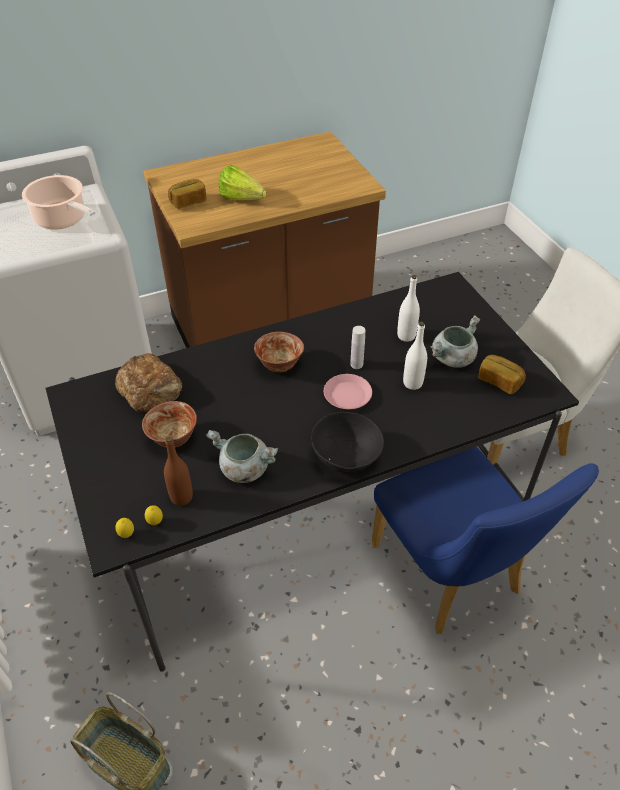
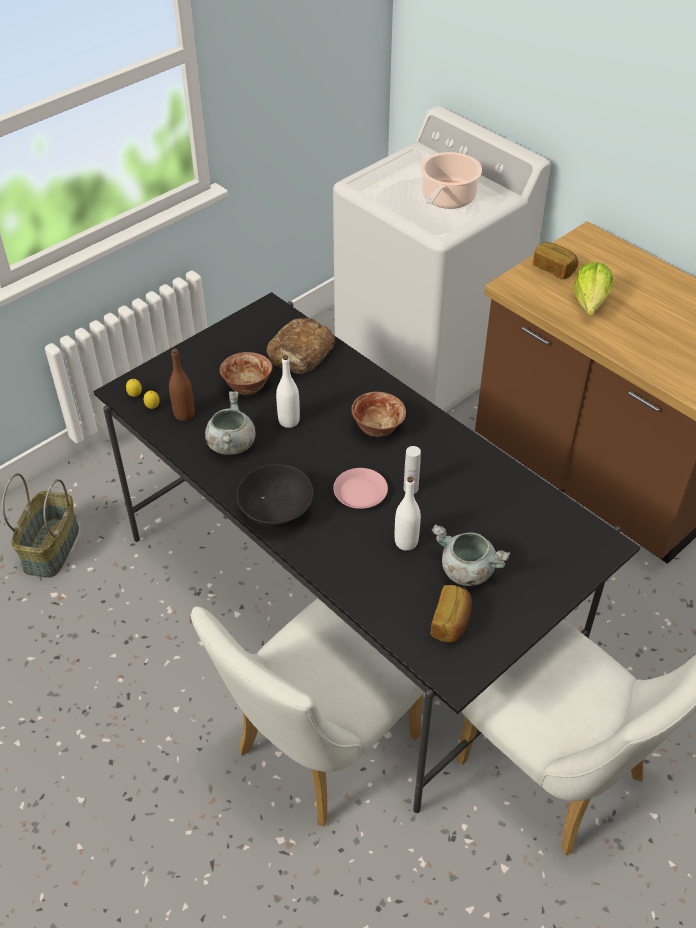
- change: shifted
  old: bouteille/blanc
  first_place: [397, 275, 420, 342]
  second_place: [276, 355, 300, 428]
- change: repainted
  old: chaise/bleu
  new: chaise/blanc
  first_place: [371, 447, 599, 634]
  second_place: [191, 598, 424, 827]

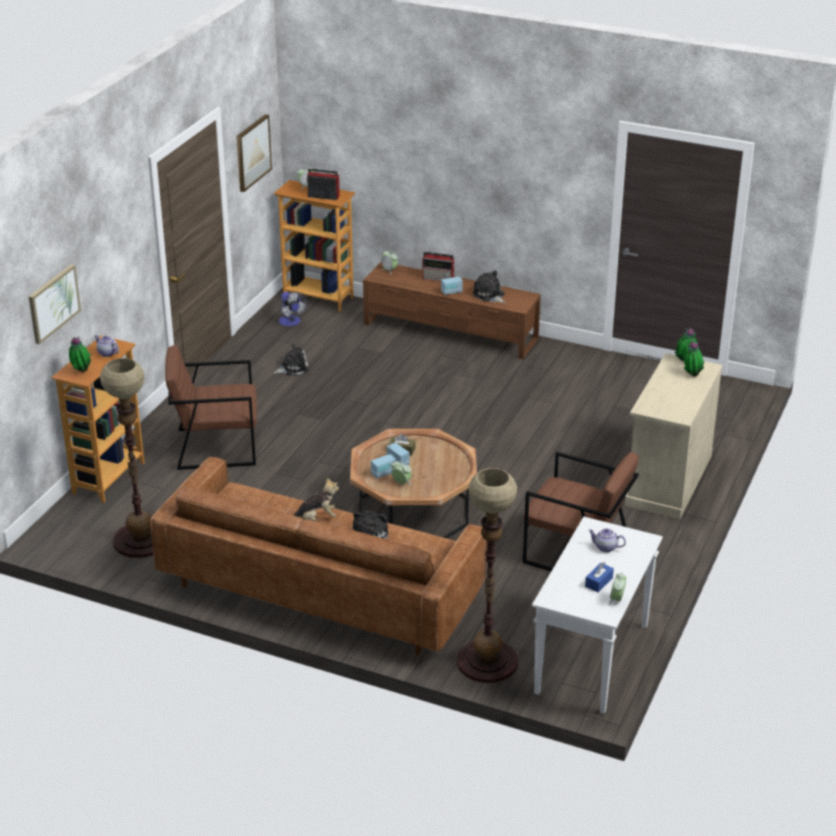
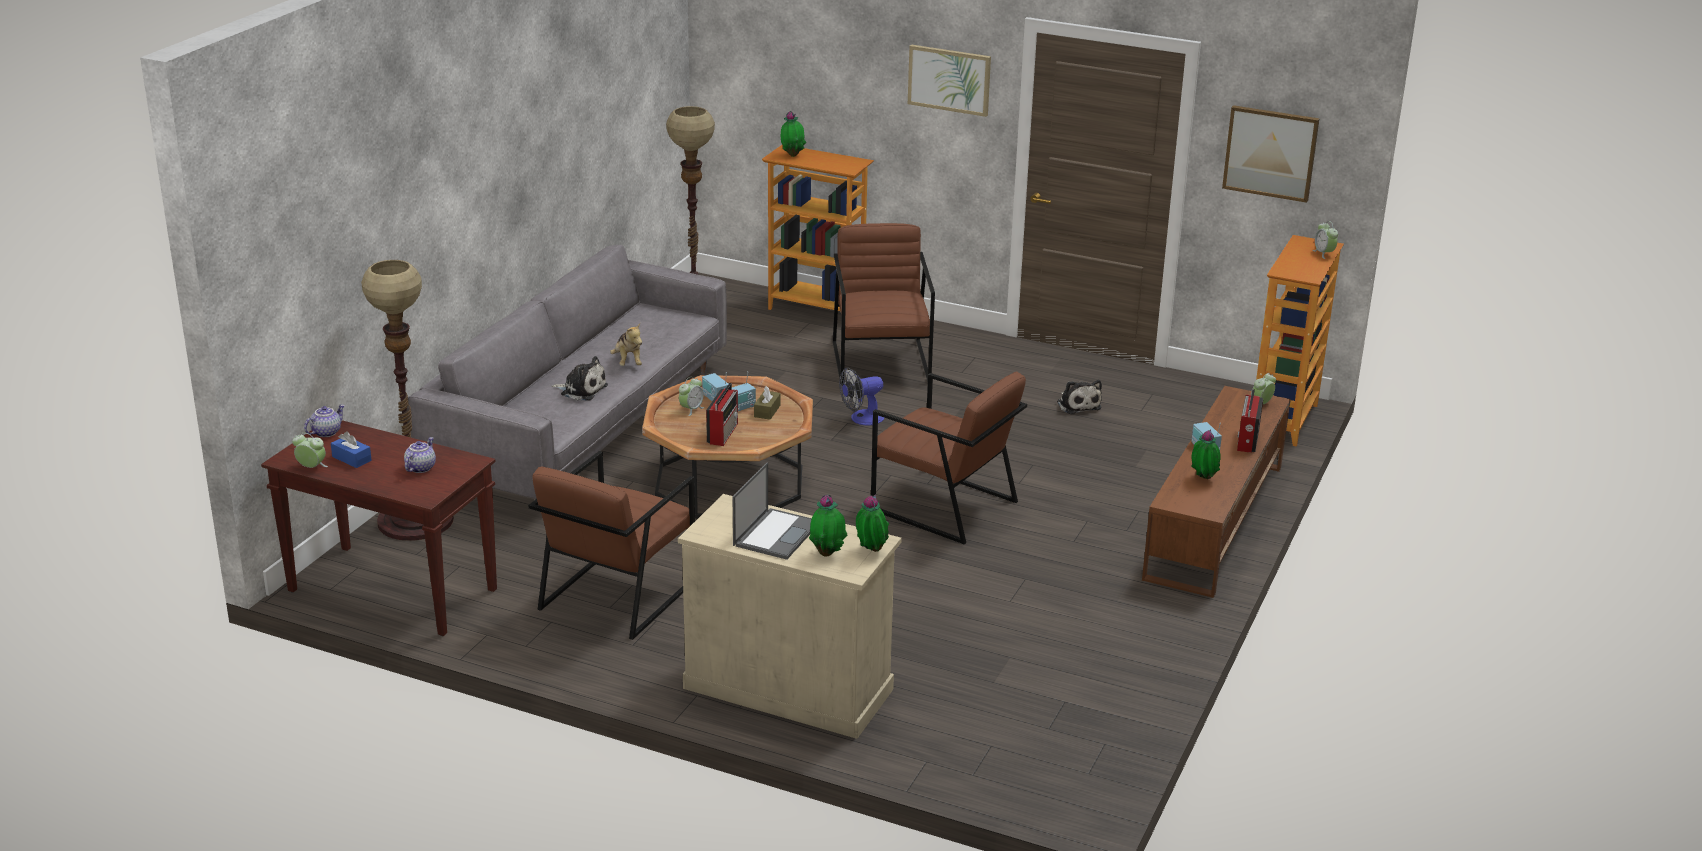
- change: shifted
  old: radio
  first_place: [306, 169, 340, 200]
  second_place: [706, 383, 738, 446]
- change: shifted
  old: tableau
  first_place: [29, 264, 81, 344]
  second_place: [908, 44, 991, 117]
- change: swapped
  old: peluche
  new: plante en pot
  first_place: [472, 270, 505, 303]
  second_place: [1191, 429, 1221, 479]
- change: shifted
  old: ventilateur
  first_place: [279, 292, 308, 326]
  second_place: [839, 368, 884, 425]
- change: shifted
  old: théière
  first_place: [94, 335, 119, 357]
  second_place: [304, 405, 345, 437]
- change: repainted
  old: canapé/marron
  new: canapé/gris
  first_place: [150, 457, 487, 656]
  second_place: [408, 245, 727, 499]
- change: repainted
  old: table console/blanc
  new: table console/marron
  first_place: [532, 517, 663, 714]
  second_place: [261, 420, 497, 636]
- change: new
  new: fauteuil/marron
  second_place: [871, 372, 1027, 545]
- change: new
  new: ordinateur portable
  second_place: [733, 462, 812, 560]

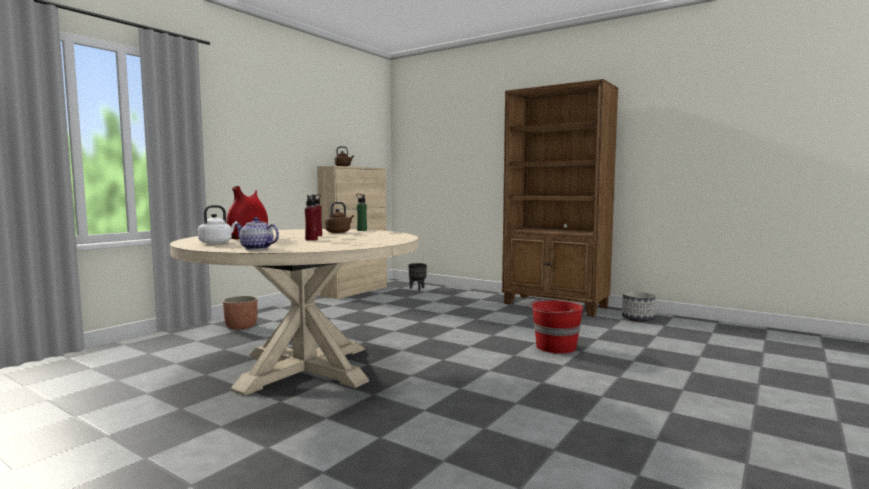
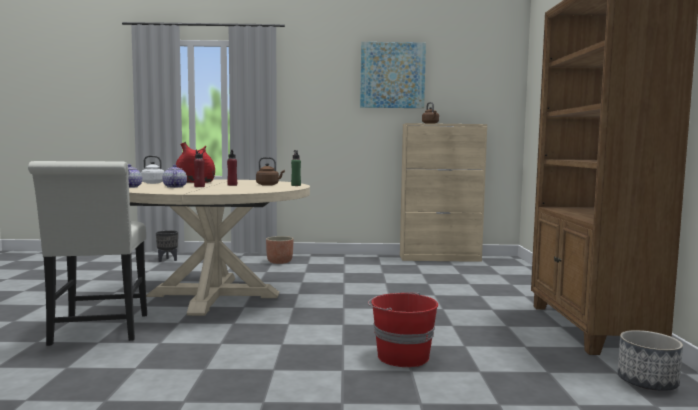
- change: shifted
  old: cache-pot/noir
  first_place: [408, 263, 427, 290]
  second_place: [156, 230, 178, 262]
- change: new
  new: tableau
  second_place: [360, 42, 426, 108]
- change: new
  new: chaise/blanc
  second_place: [28, 161, 147, 346]
- change: new
  new: théière
  second_place: [163, 164, 187, 188]

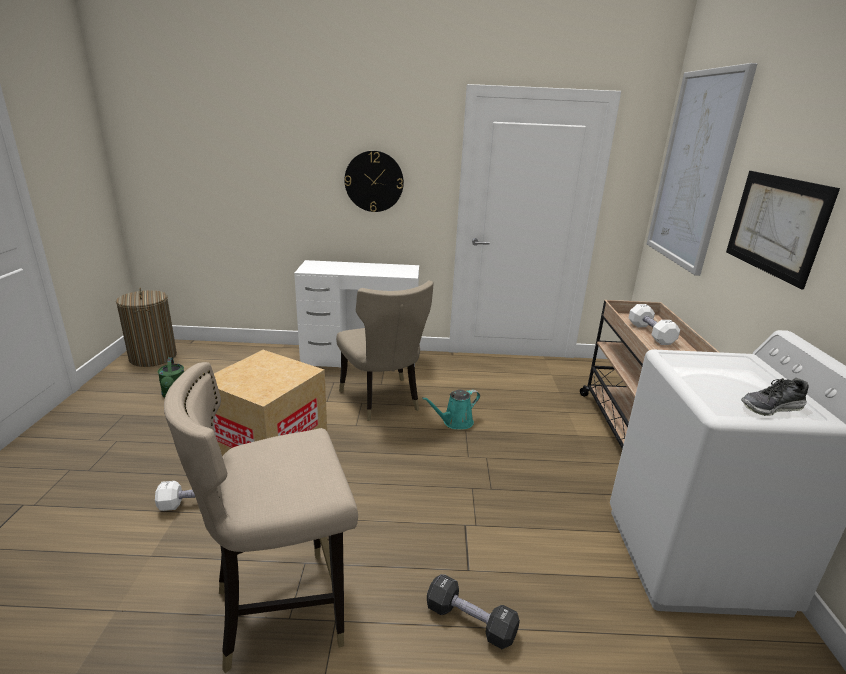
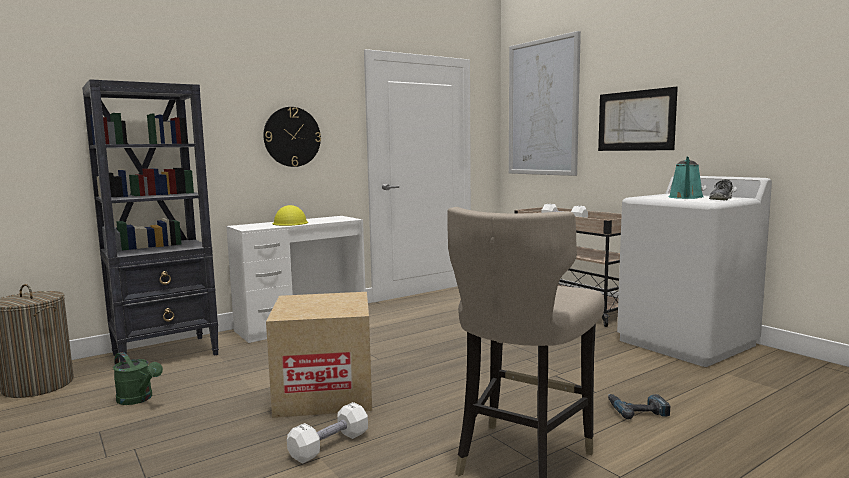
- change: gone
  old: chaise/beige
  first_place: [336, 281, 434, 421]
- change: shifted
  old: arrosoir/turquoise
  first_place: [422, 390, 480, 429]
  second_place: [669, 156, 704, 199]
- change: swapped
  old: haltère/noir
  new: perceuse
  first_place: [427, 574, 520, 649]
  second_place: [608, 394, 670, 419]
- change: new
  new: bibliothèque/noir
  second_place: [82, 79, 219, 362]
- change: new
  new: casque de chantier/jaune
  second_place: [273, 205, 308, 226]

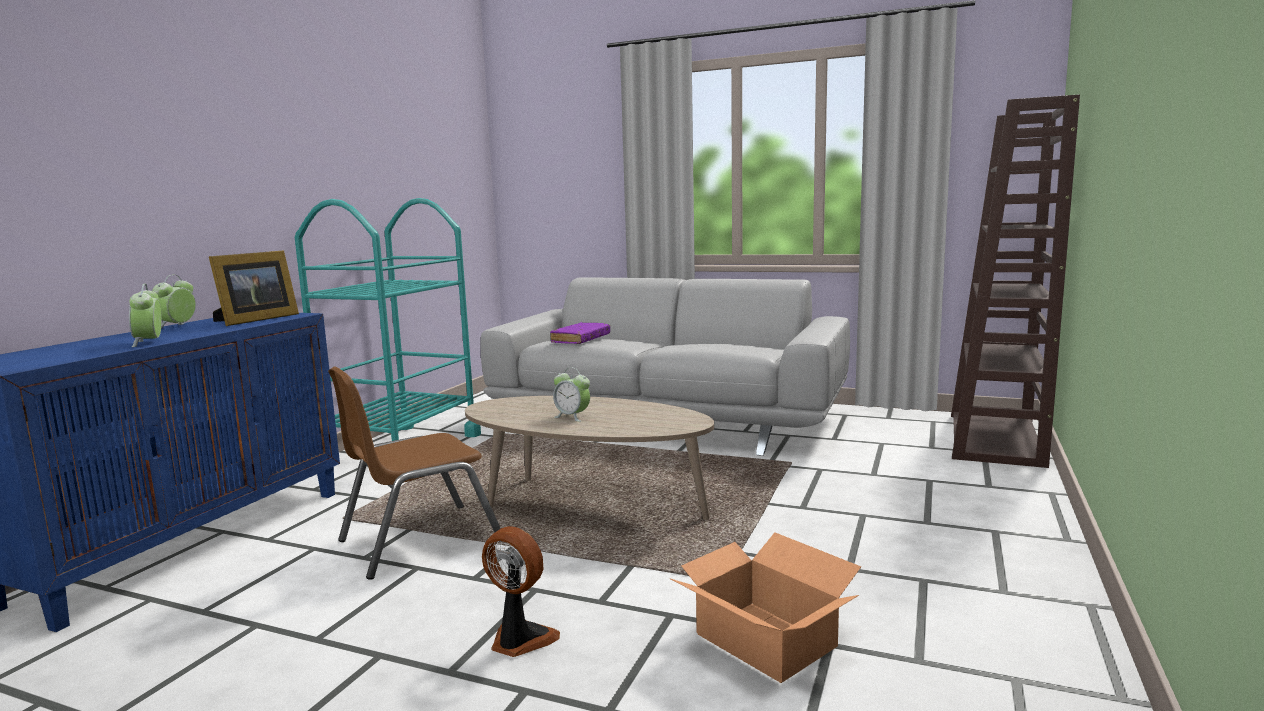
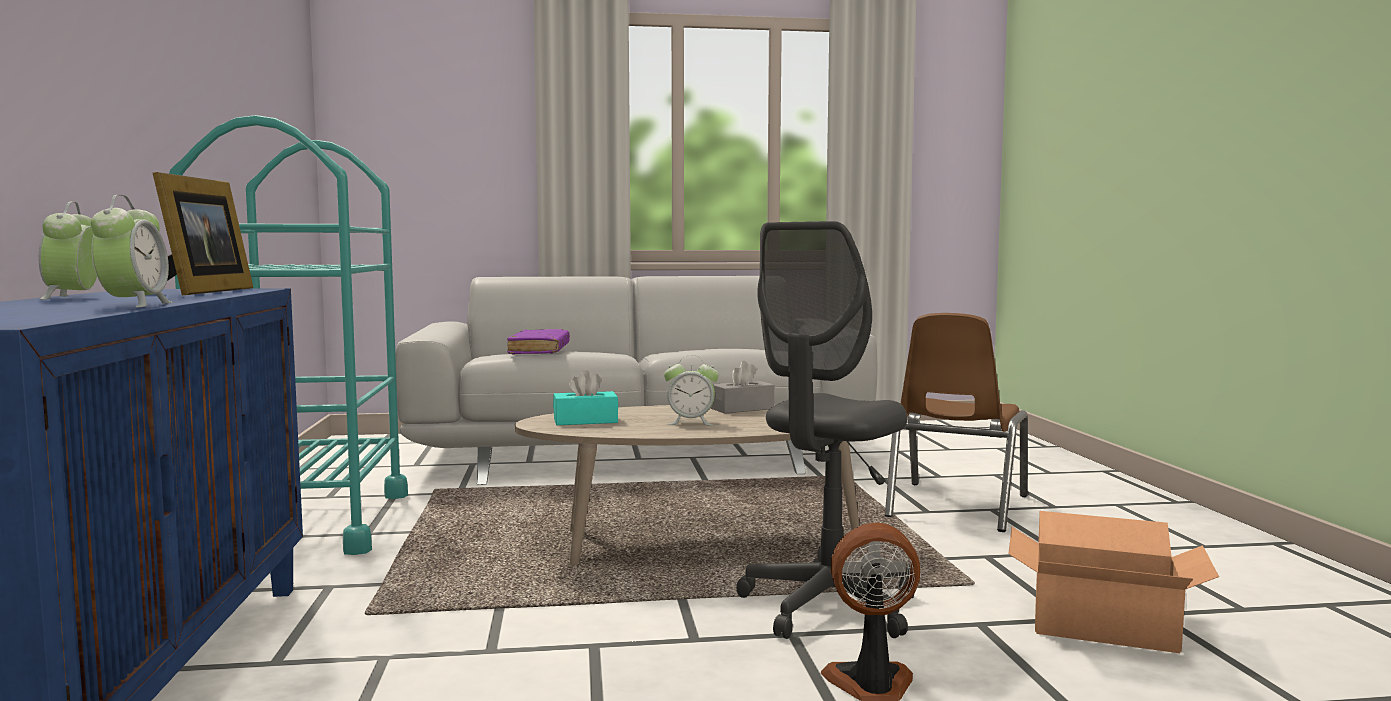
- change: gone
  old: bibliothèque/marron
  first_place: [951, 94, 1080, 468]
- change: rotated
  old: réveil
  first_place: [129, 284, 162, 347]
  second_place: [91, 195, 173, 308]
  degrees: -135
- change: shifted
  old: chaise/marron
  first_place: [328, 366, 501, 580]
  second_place: [885, 313, 1028, 532]
- change: new
  new: chaise de bureau/gris
  second_place: [736, 221, 914, 639]
- change: new
  new: boîte à mouchoirs/gris
  second_place: [711, 361, 774, 414]
- change: new
  new: boîte à mouchoirs/turquoise
  second_place: [553, 369, 618, 425]

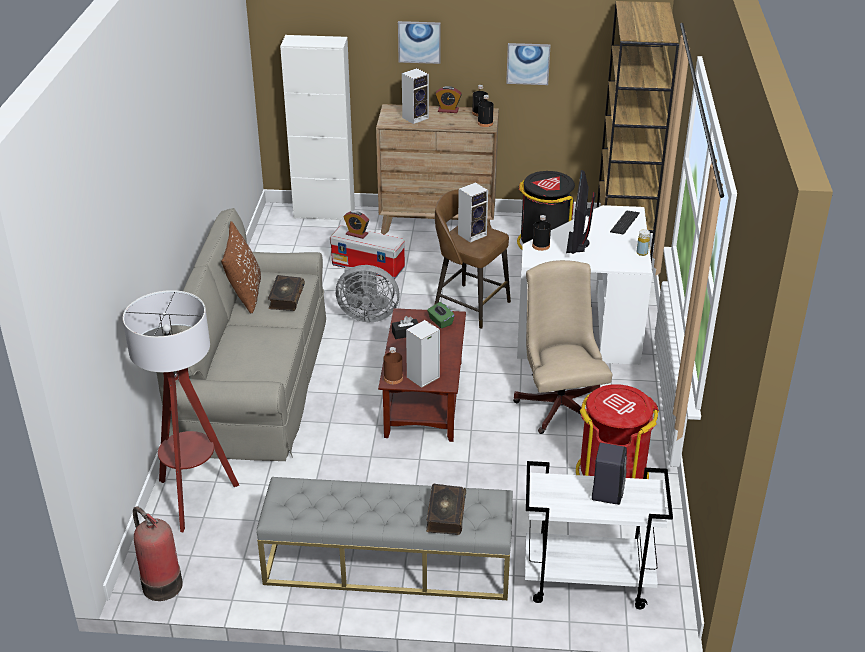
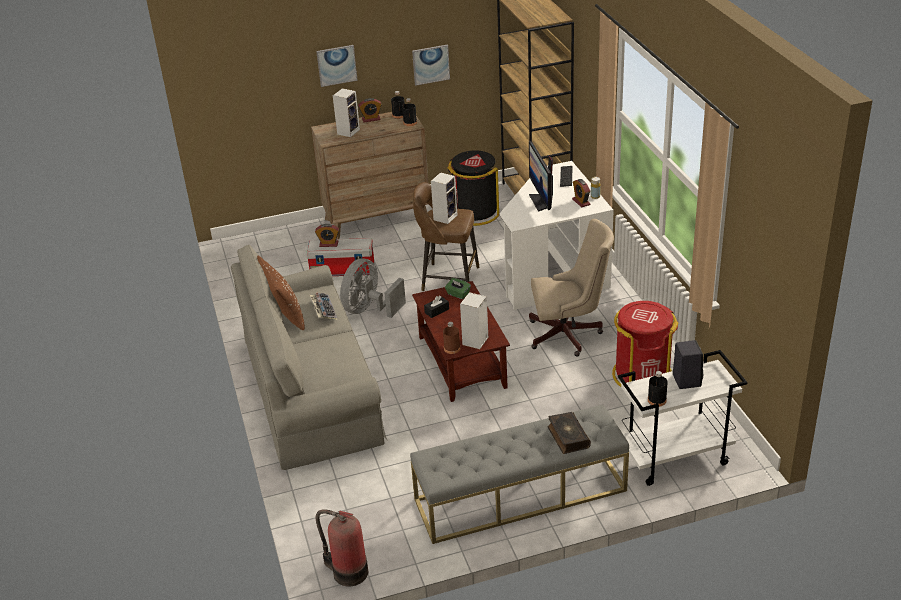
- change: gone
  old: meuble de rangement/blanc
  first_place: [280, 35, 355, 220]
- change: shifted
  old: bouteille/noir
  first_place: [532, 215, 551, 251]
  second_place: [648, 371, 668, 407]
- change: rotated
  old: chaise de bureau/beige
  first_place: [513, 260, 612, 434]
  second_place: [529, 219, 614, 357]
  degrees: 120
- change: rotated
  old: ventilateur/gris
  first_place: [336, 265, 400, 322]
  second_place: [340, 258, 406, 318]
  degrees: 135
- change: swapped
  old: livre
  new: clavier
  first_place: [268, 275, 305, 311]
  second_place: [310, 292, 337, 320]
- change: gone
  old: lampadaire
  first_place: [123, 290, 239, 532]
- change: new
  new: réveil
  second_place: [572, 179, 591, 207]

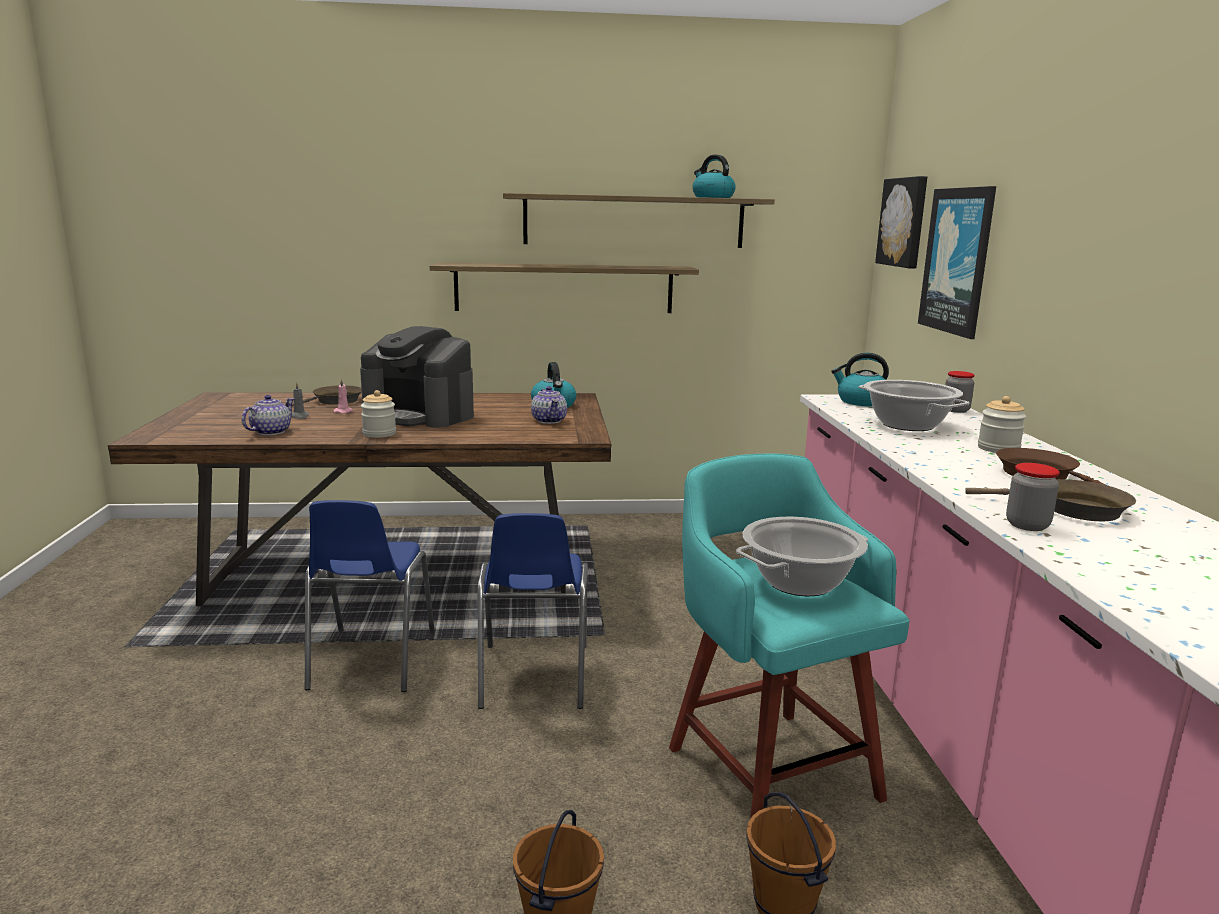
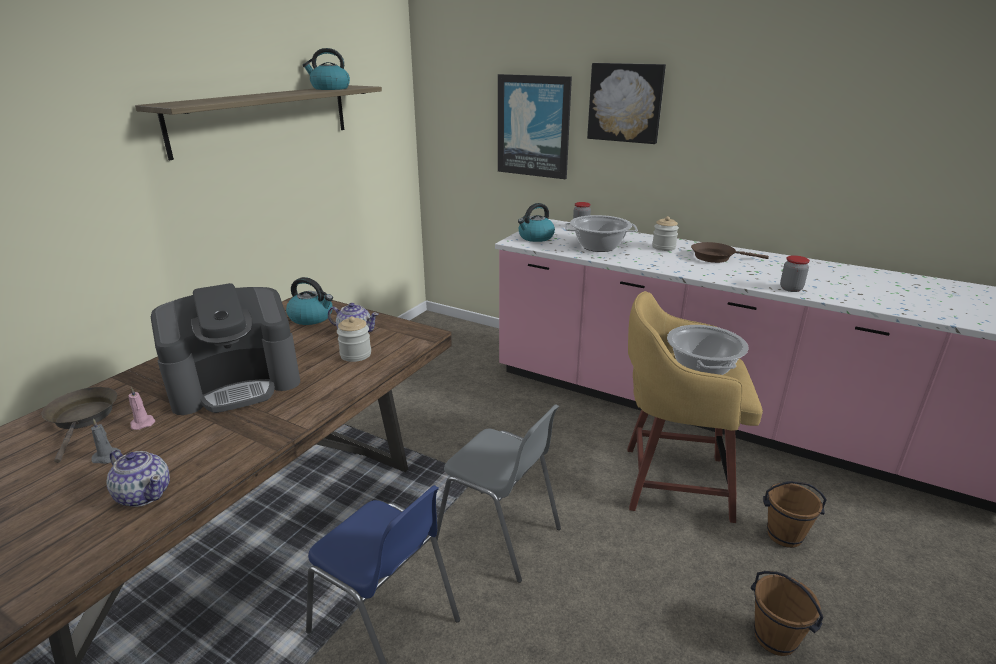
- change: shifted
  old: tableau
  first_place: [875, 176, 927, 269]
  second_place: [587, 63, 666, 144]
- change: gone
  old: étagère
  first_place: [430, 263, 699, 313]
- change: shifted
  old: bocal
  first_place: [361, 390, 396, 438]
  second_place: [337, 316, 371, 362]
- change: rotated
  old: théière
  first_place: [242, 395, 294, 435]
  second_place: [107, 450, 170, 507]
  degrees: 150
- change: repainted
  old: tabouret/turquoise
  new: tabouret/jaune
  first_place: [669, 453, 910, 819]
  second_place: [627, 291, 763, 523]
- change: gone
  old: poêle/marron
  first_place: [965, 479, 1136, 521]
- change: repainted
  old: chaise/bleu
  new: chaise/gris
  first_place: [478, 513, 588, 709]
  second_place: [436, 404, 561, 583]

